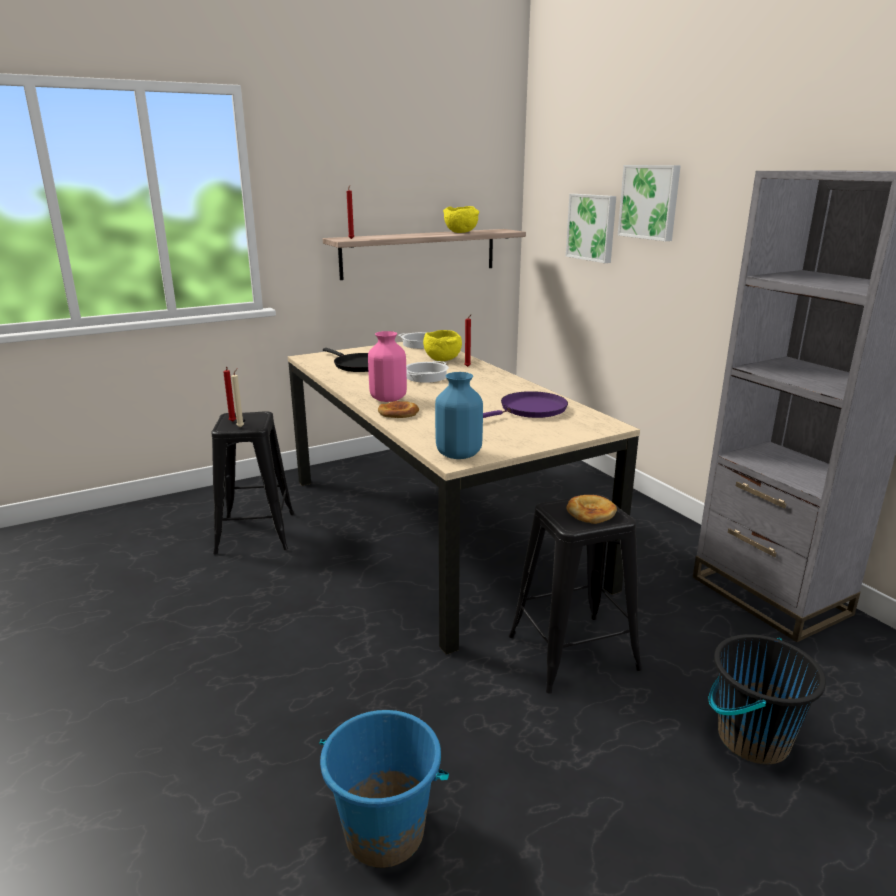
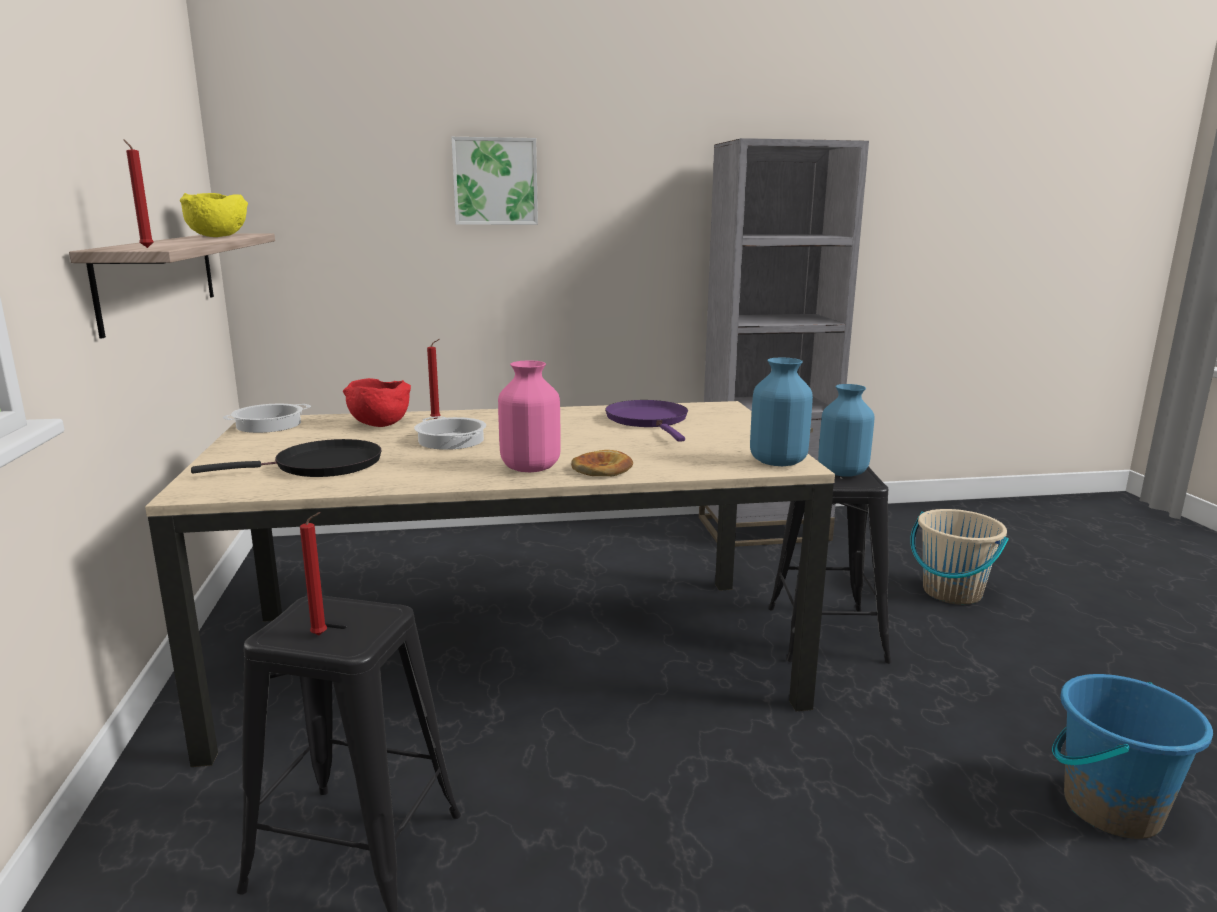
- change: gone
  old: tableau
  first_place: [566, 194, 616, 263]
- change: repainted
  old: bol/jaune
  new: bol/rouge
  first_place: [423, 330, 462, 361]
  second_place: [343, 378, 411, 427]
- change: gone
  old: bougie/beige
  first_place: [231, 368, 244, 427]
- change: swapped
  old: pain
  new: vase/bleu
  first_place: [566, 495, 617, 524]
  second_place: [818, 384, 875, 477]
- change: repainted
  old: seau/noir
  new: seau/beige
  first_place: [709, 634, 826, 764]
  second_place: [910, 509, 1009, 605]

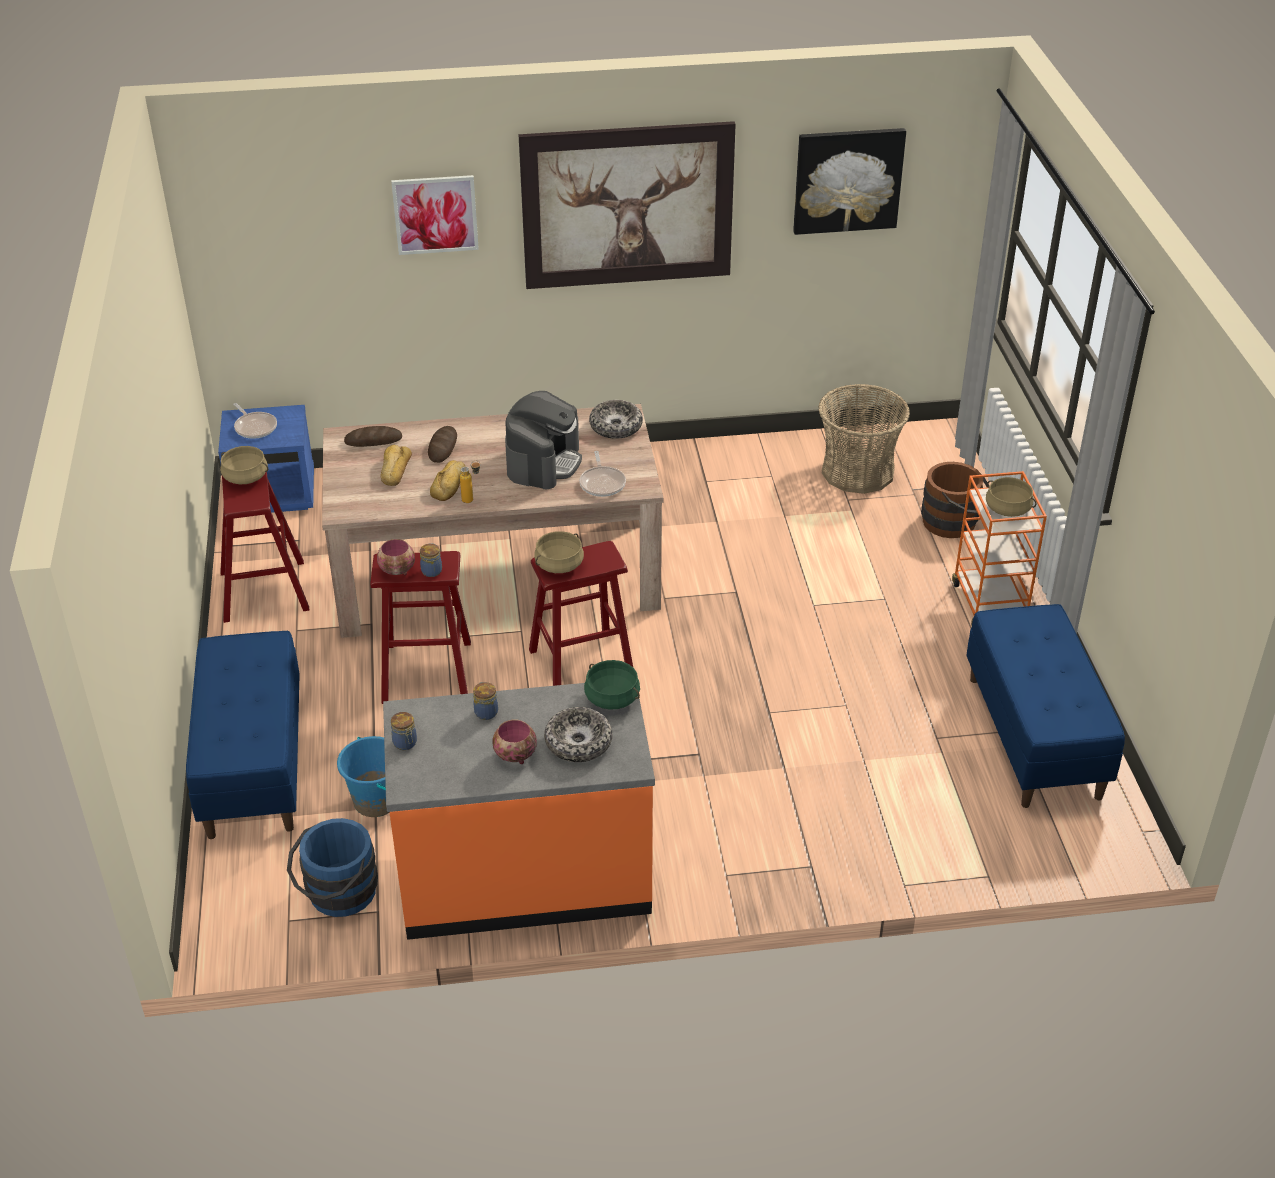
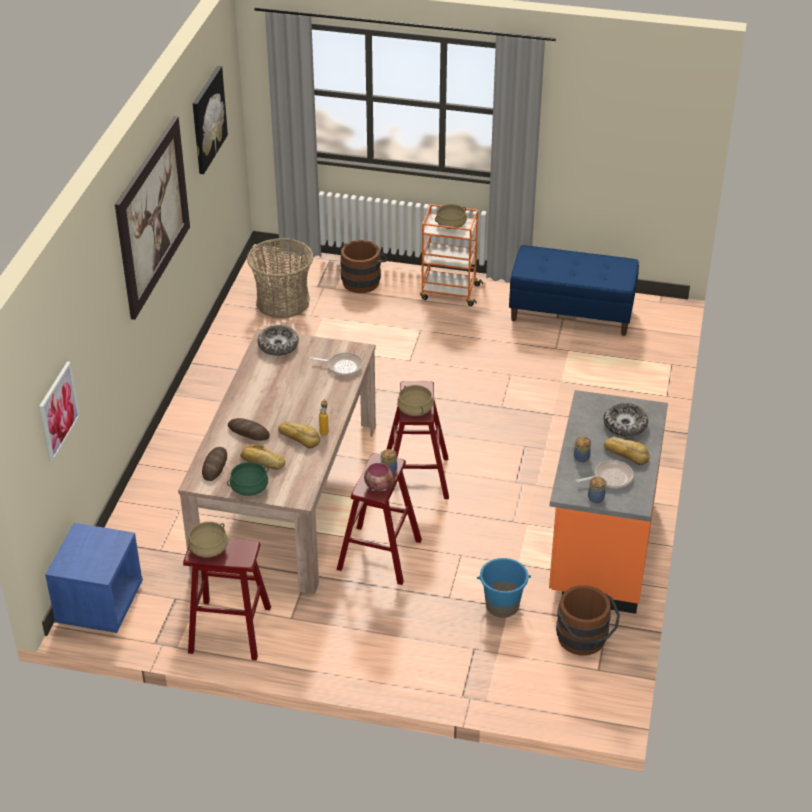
- change: shifted
  old: tableau
  first_place: [391, 175, 479, 255]
  second_place: [39, 361, 80, 461]
- change: gone
  old: machine à café
  first_place: [505, 391, 582, 489]
- change: shifted
  old: poêle
  first_place: [233, 403, 277, 439]
  second_place: [576, 460, 634, 488]
- change: gone
  old: banc/bleu
  first_place: [186, 631, 300, 839]
- change: shifted
  old: marmite/vert
  first_place: [584, 660, 640, 710]
  second_place: [227, 462, 269, 496]
- change: swapped
  old: bol
  new: pain
  first_place: [492, 720, 537, 764]
  second_place: [604, 437, 650, 465]
- change: repainted
  old: seau/bleu
  new: seau/marron
  first_place: [287, 818, 378, 917]
  second_place: [556, 585, 620, 656]

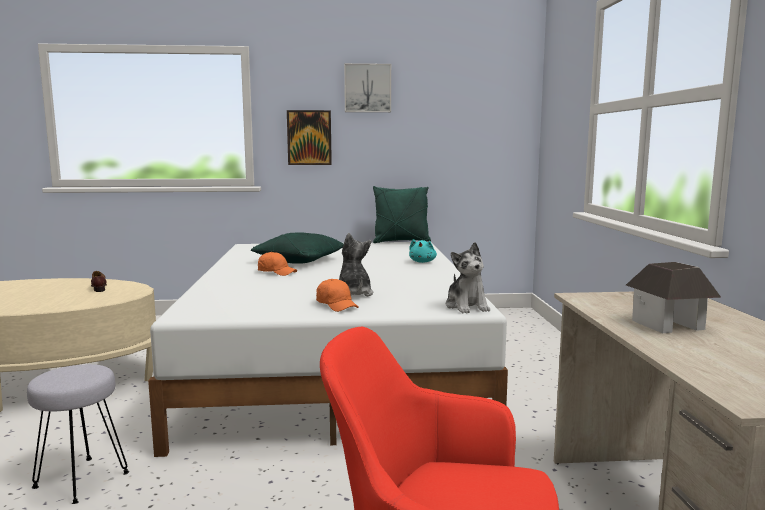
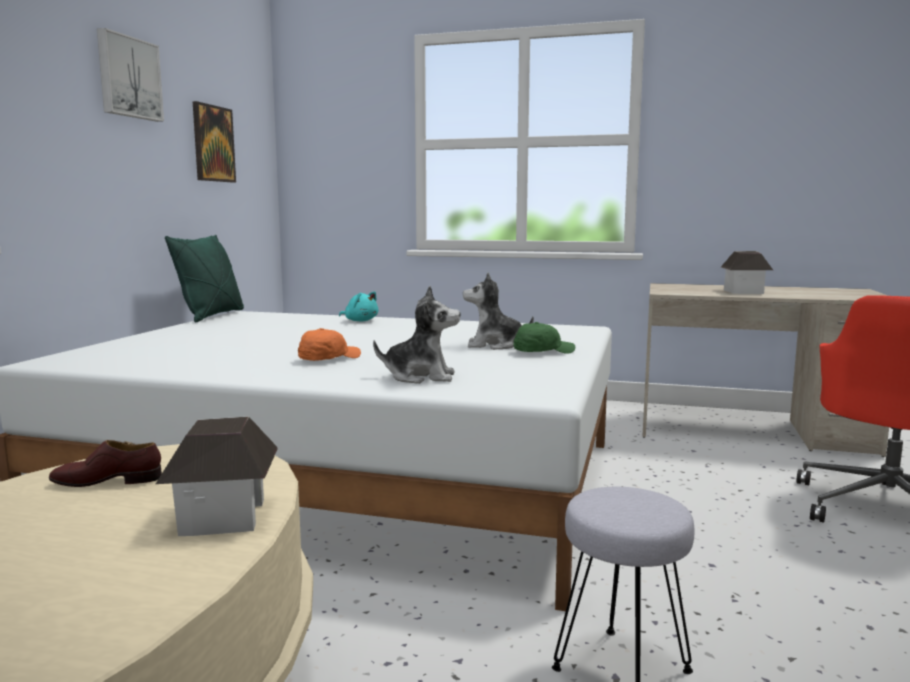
- change: shifted
  old: tableau
  first_place: [287, 110, 332, 165]
  second_place: [193, 101, 236, 182]
- change: gone
  old: coussin/vert
  first_place: [251, 232, 344, 264]
- change: shifted
  old: peluche
  first_place: [446, 242, 490, 313]
  second_place: [373, 286, 460, 384]
- change: repainted
  old: casquette/orange
  new: casquette/vert
  first_place: [316, 279, 359, 312]
  second_place: [514, 322, 575, 354]
- change: new
  new: maison miniature
  second_place: [156, 417, 278, 536]

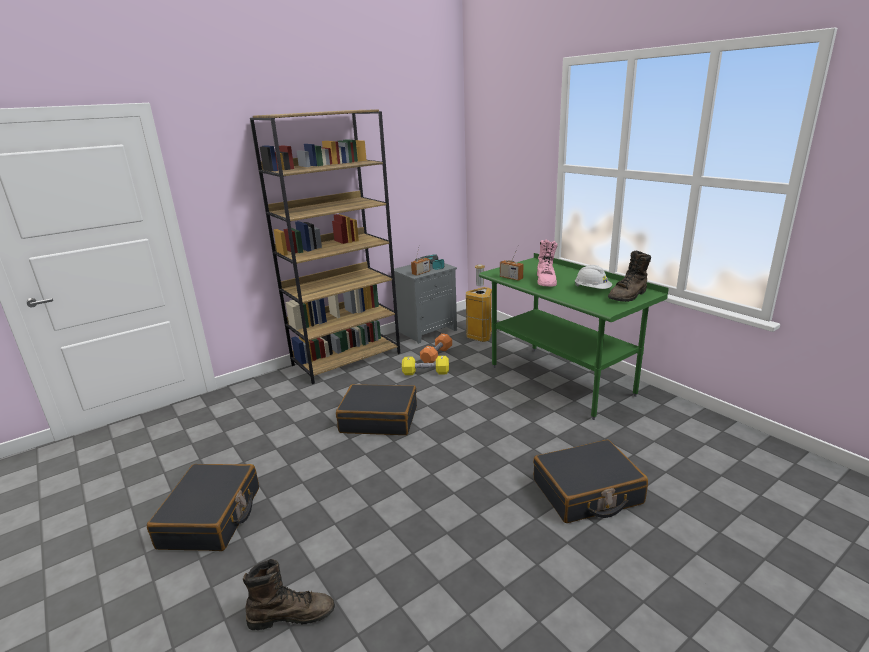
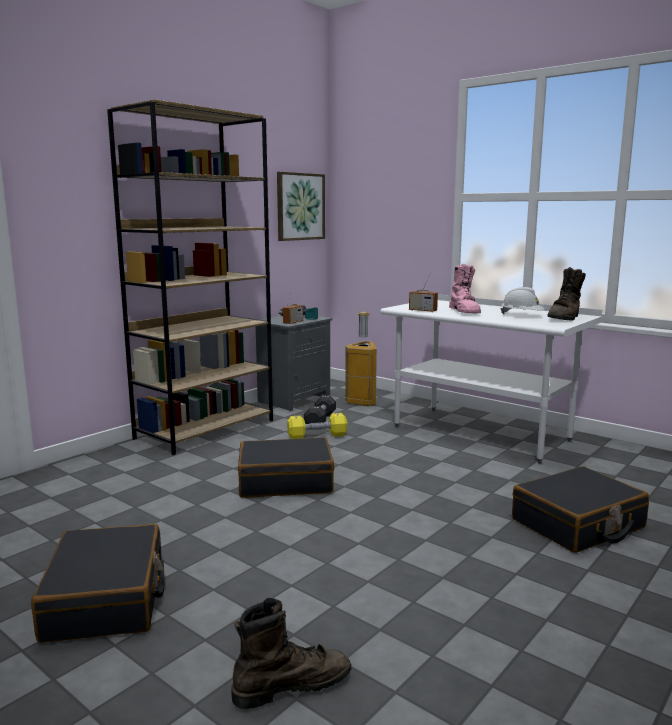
- change: repainted
  old: bureau/vert
  new: bureau/blanc
  first_place: [479, 253, 669, 420]
  second_place: [380, 294, 602, 464]
- change: repainted
  old: haltère/orange
  new: haltère/noir
  first_place: [420, 333, 452, 363]
  second_place: [304, 395, 336, 424]
- change: new
  new: tableau
  second_place: [277, 172, 325, 241]

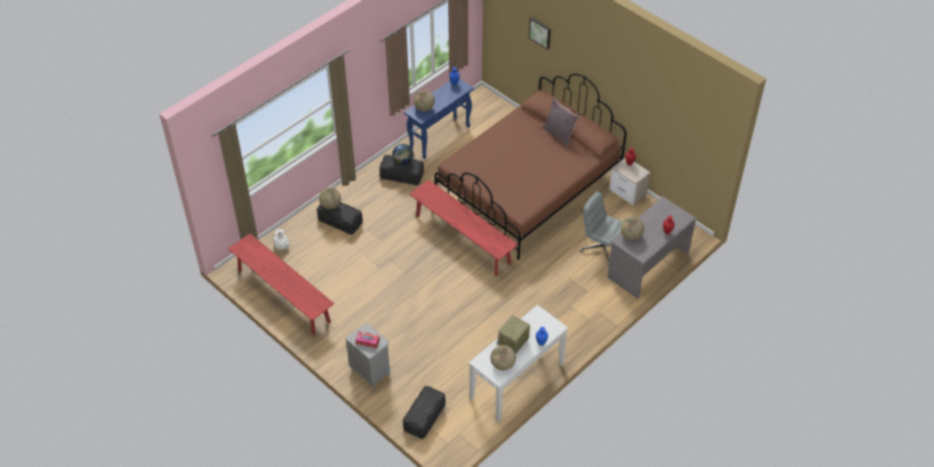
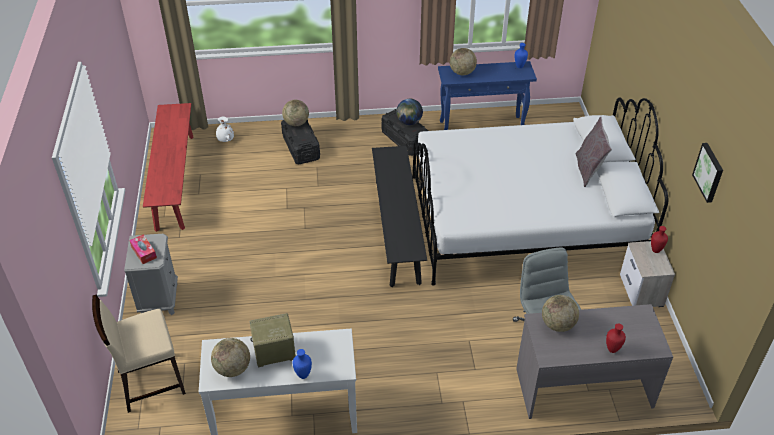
- change: shifted
  old: tableau
  first_place: [529, 18, 551, 49]
  second_place: [692, 143, 723, 203]
- change: repainted
  old: lit/marron
  new: lit/blanc
  first_place: [434, 74, 627, 260]
  second_place: [412, 97, 668, 286]
- change: repainted
  old: banc/rouge
  new: banc/noir
  first_place: [409, 180, 518, 276]
  second_place: [372, 146, 427, 287]
- change: swapped
  old: boîte de rangement/noir
  new: chaise/beige
  first_place: [403, 386, 445, 439]
  second_place: [92, 295, 186, 413]

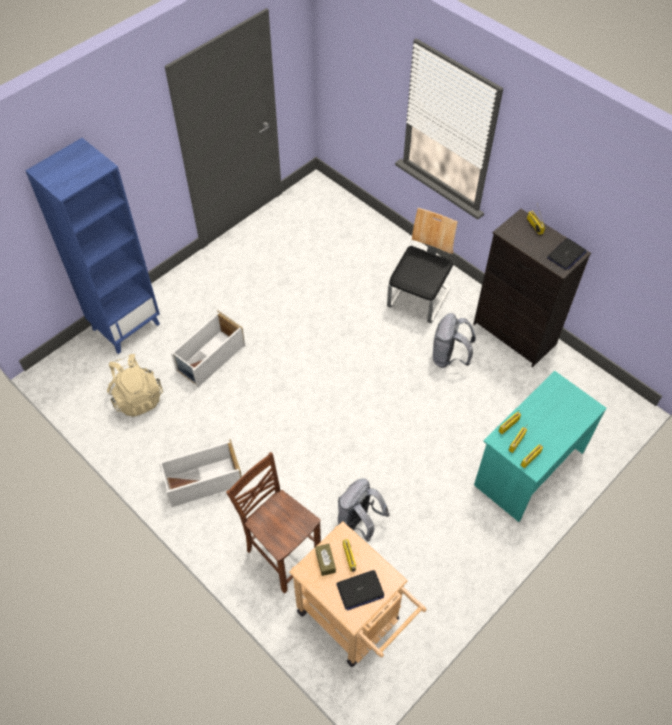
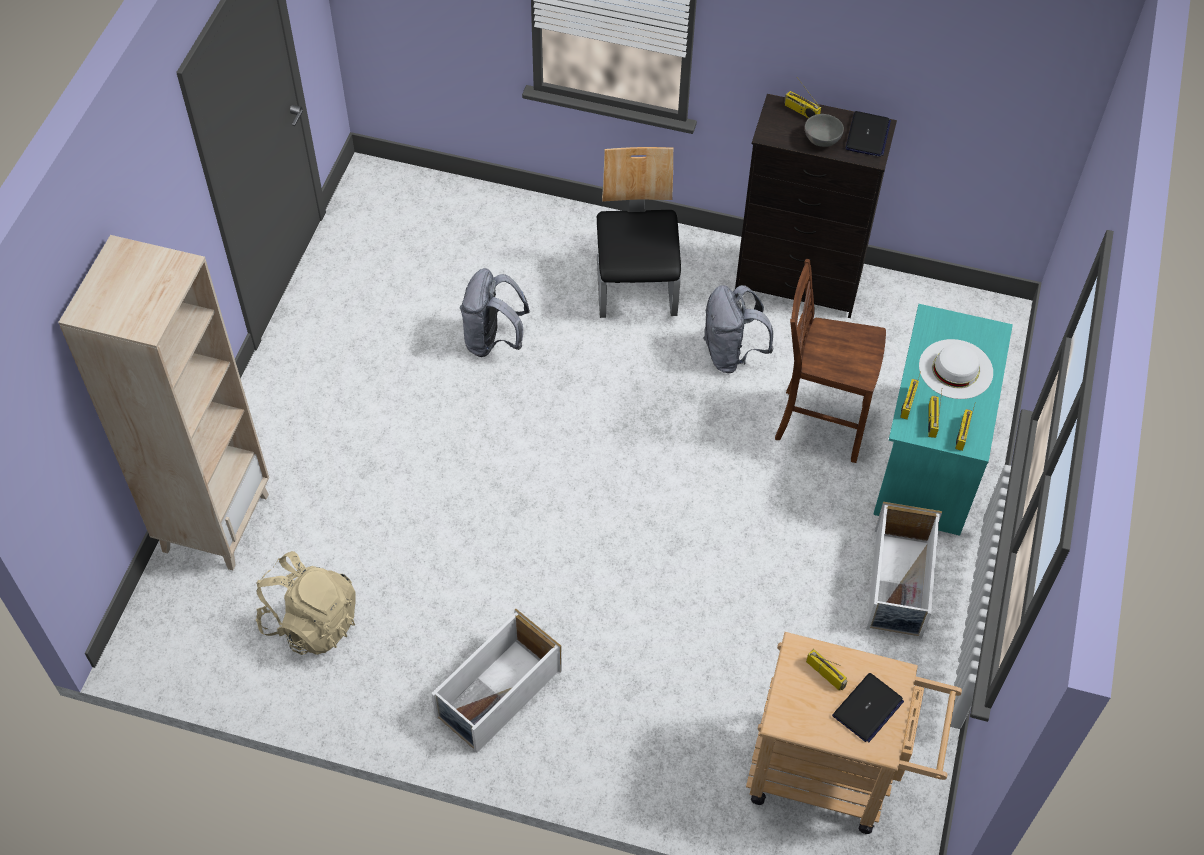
- change: repainted
  old: bibliothèque/bleu
  new: bibliothèque/beige
  first_place: [25, 138, 160, 354]
  second_place: [58, 235, 269, 570]
- change: shifted
  old: boîte de rangement/blanc
  first_place: [171, 311, 245, 387]
  second_place: [866, 502, 942, 639]
- change: shifted
  old: chaise/marron
  first_place: [226, 452, 321, 594]
  second_place: [775, 259, 886, 463]
- change: shifted
  old: sac à dos/gris
  first_place: [338, 478, 390, 542]
  second_place: [460, 268, 530, 357]
- change: gone
  old: boîte à mouchoirs/marron
  first_place: [315, 544, 336, 576]
- change: new
  new: bol/gris
  second_place: [805, 114, 844, 147]
- change: new
  new: chapeau/blanc
  second_place: [919, 339, 993, 399]

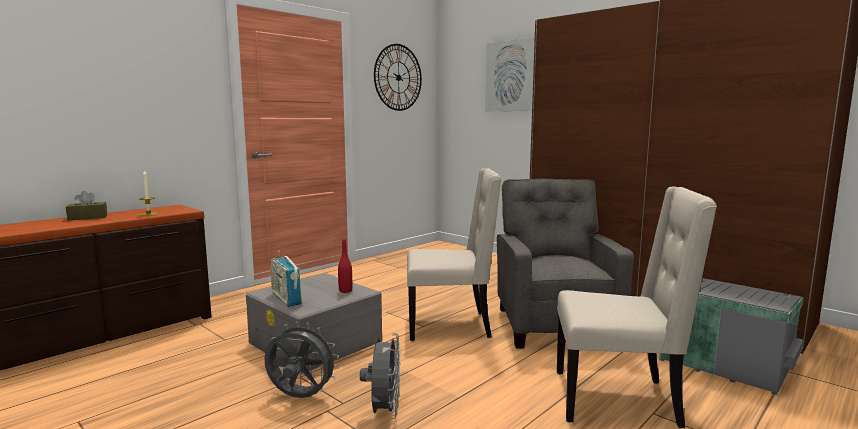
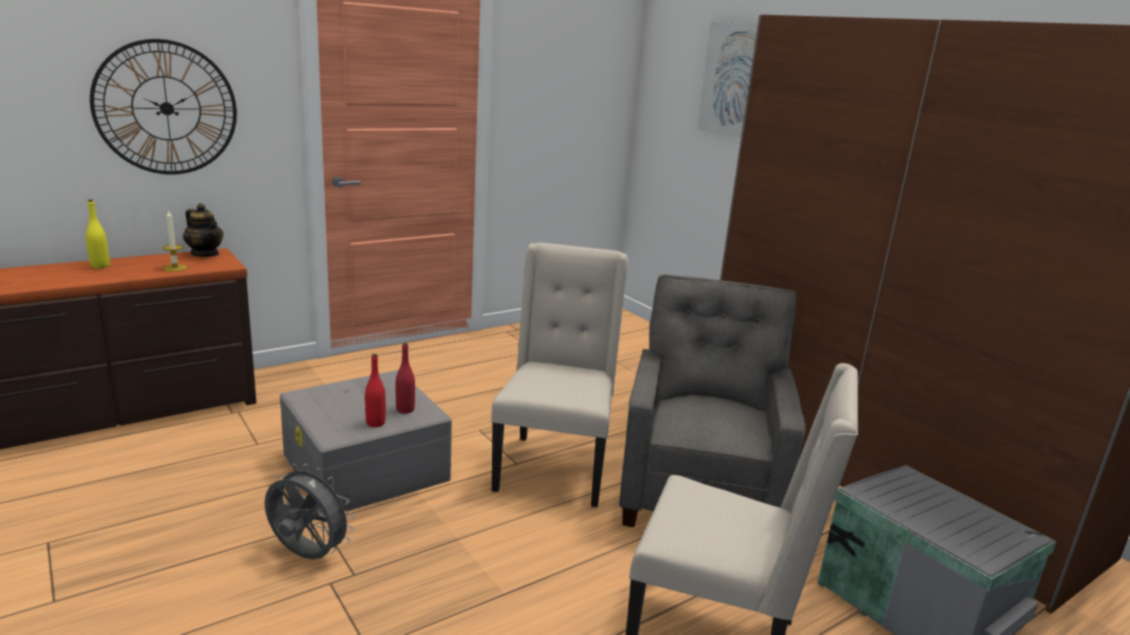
- change: shifted
  old: horloge murale
  first_place: [374, 44, 422, 111]
  second_place: [90, 39, 237, 175]
- change: rotated
  old: chaise/beige
  first_place: [407, 168, 501, 341]
  second_place: [491, 243, 628, 507]
  degrees: -90
- change: swapped
  old: boîte à mouchoirs/marron
  new: bouteille/jaune
  first_place: [66, 191, 107, 220]
  second_place: [86, 200, 110, 269]
- change: gone
  old: radio
  first_place: [271, 251, 302, 307]
- change: gone
  old: ventilateur/gris
  first_place: [360, 333, 401, 419]
- change: new
  new: théière
  second_place: [183, 203, 223, 257]
- change: new
  new: bouteille/rouge
  second_place: [365, 354, 386, 427]

